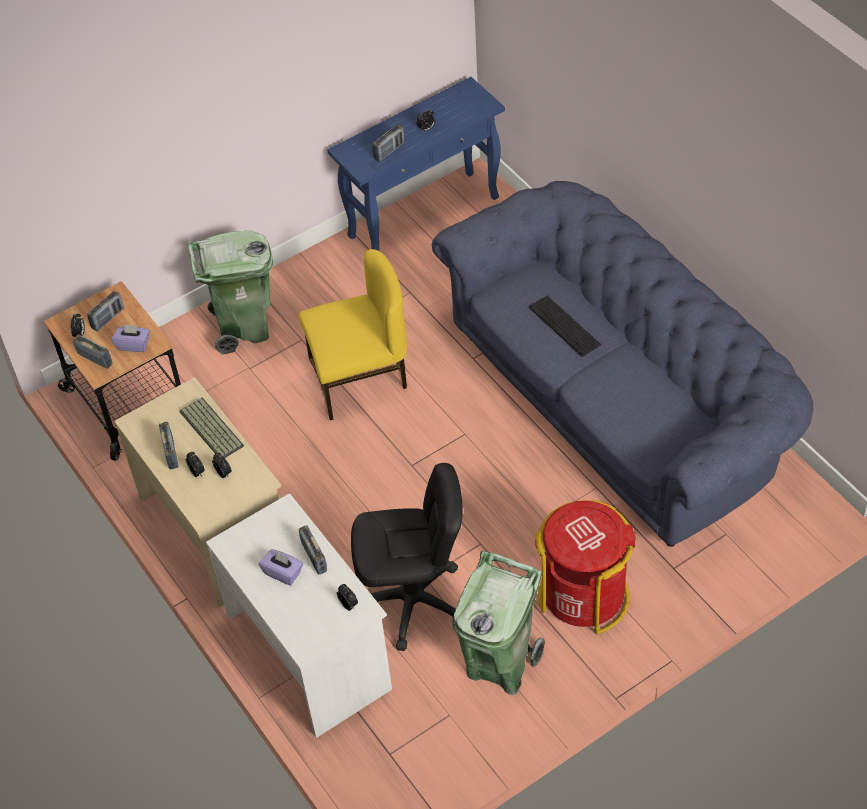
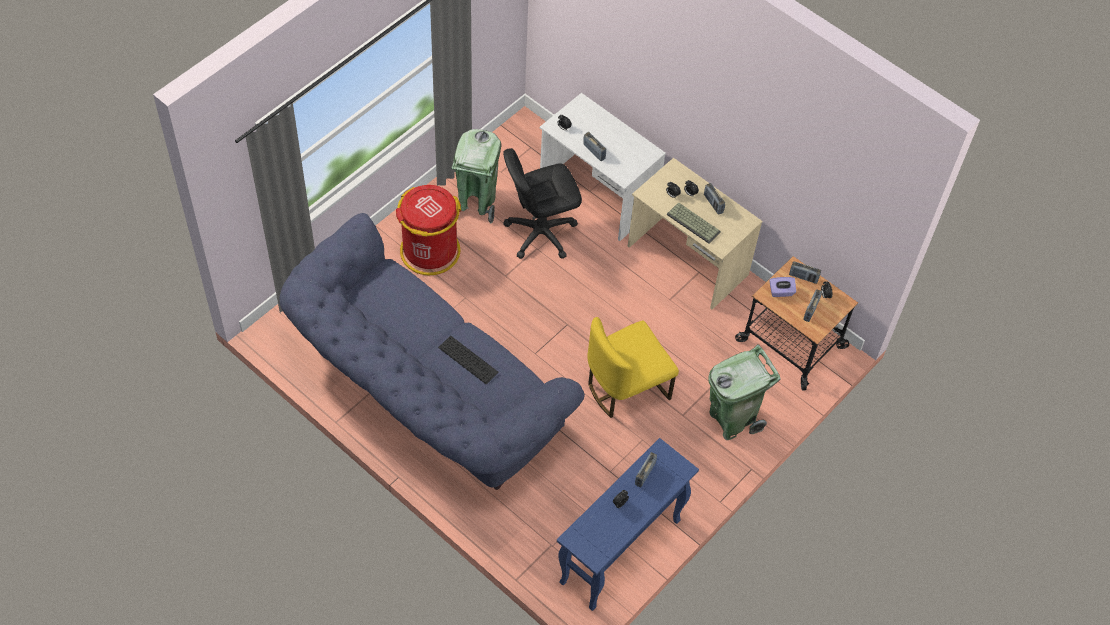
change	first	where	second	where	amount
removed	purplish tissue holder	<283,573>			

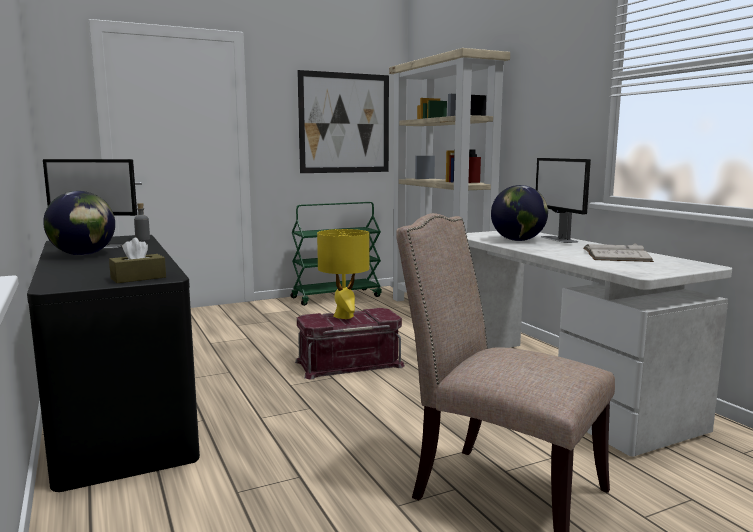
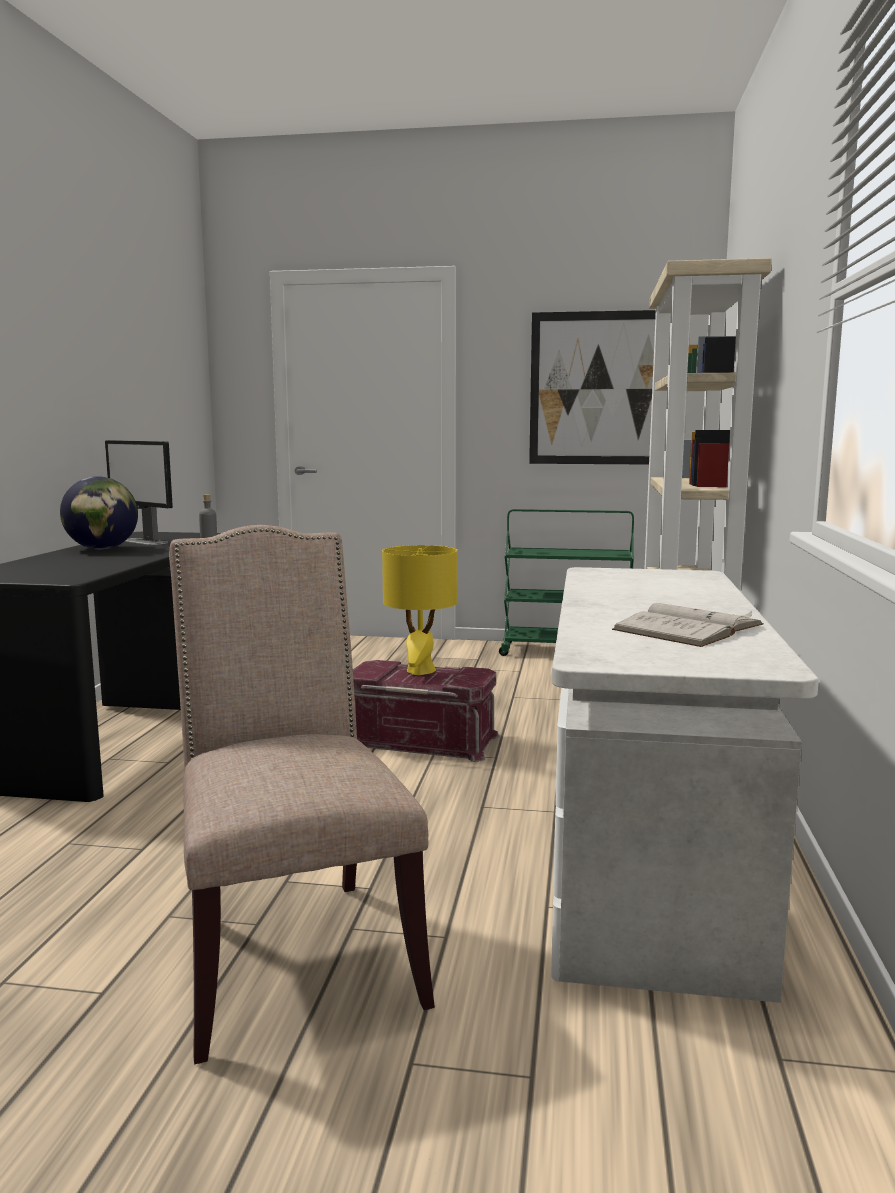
change	first	where	second	where	amount
removed	brownish tissue holder	<138,278>			
removed	desk globe	<518,240>			
removed	monitor	<559,239>			

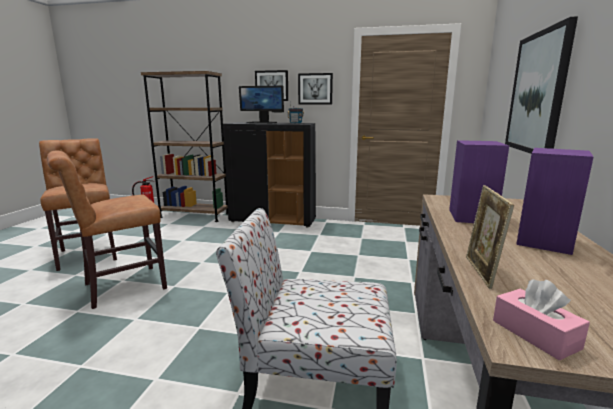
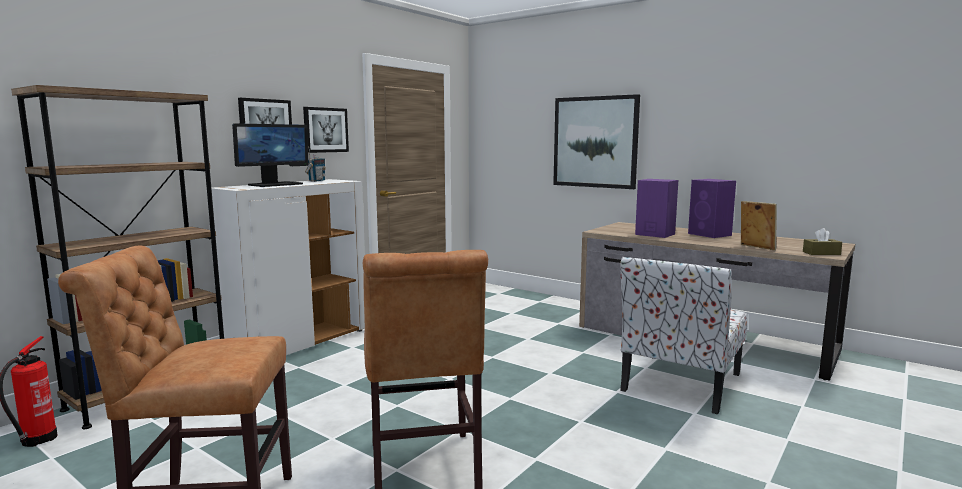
change	first	where	second	where	amount
recoloured	black cabinet	<273,220>	white-coloured cabinet	<299,343>	
turned	standing frame	<481,272>		<756,247>	150 degrees counterclockwise
recoloured	pink tissue holder	<535,334>	brownish tissue holder	<821,253>	

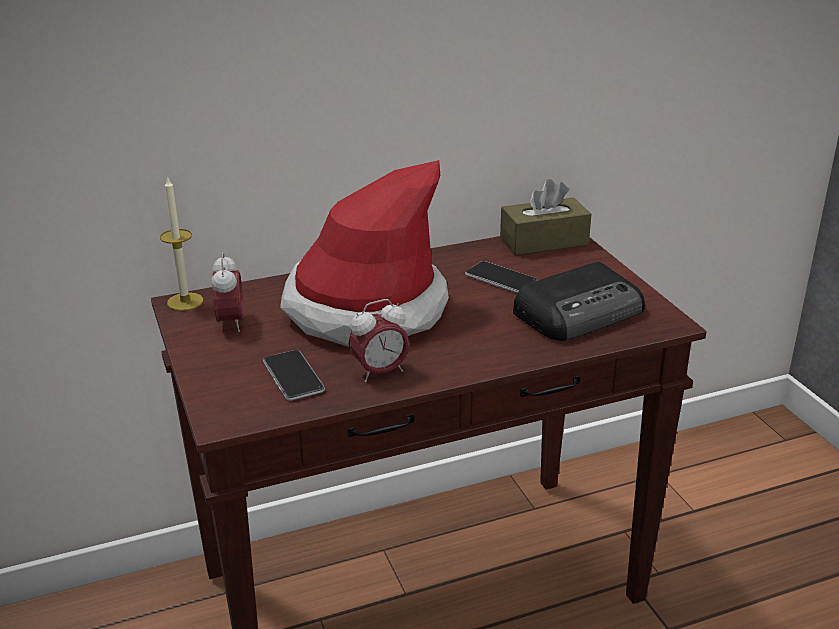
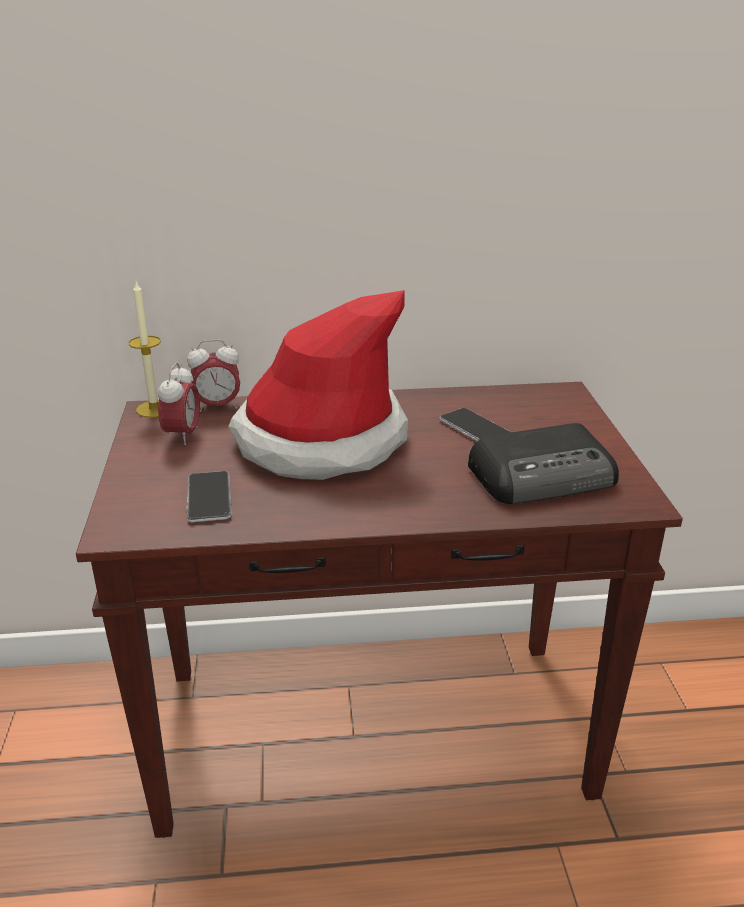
change	first	where	second	where	amount
moved	bedside clock	<380,372>		<217,406>	
removed	brownish tissue holder	<544,241>			

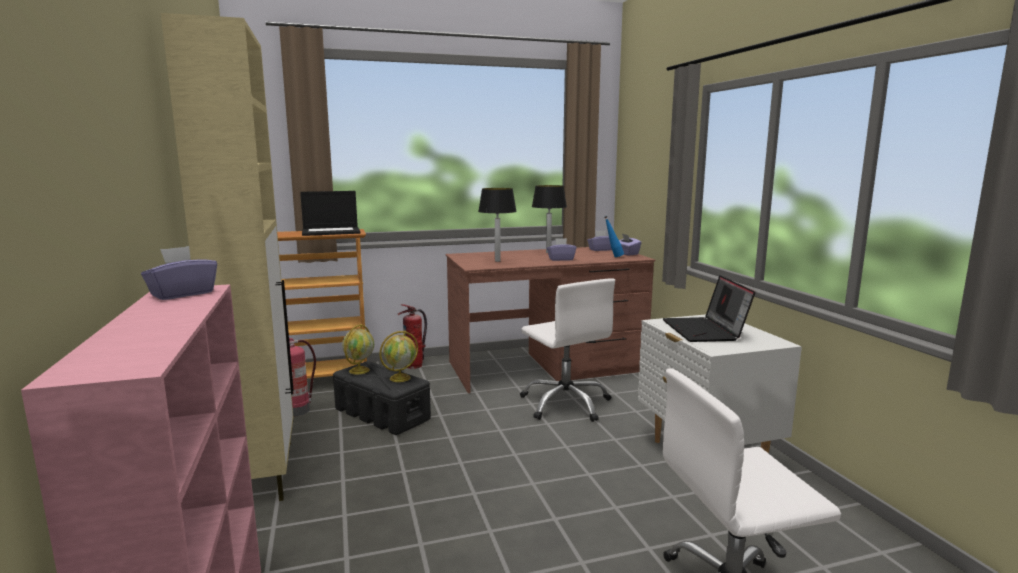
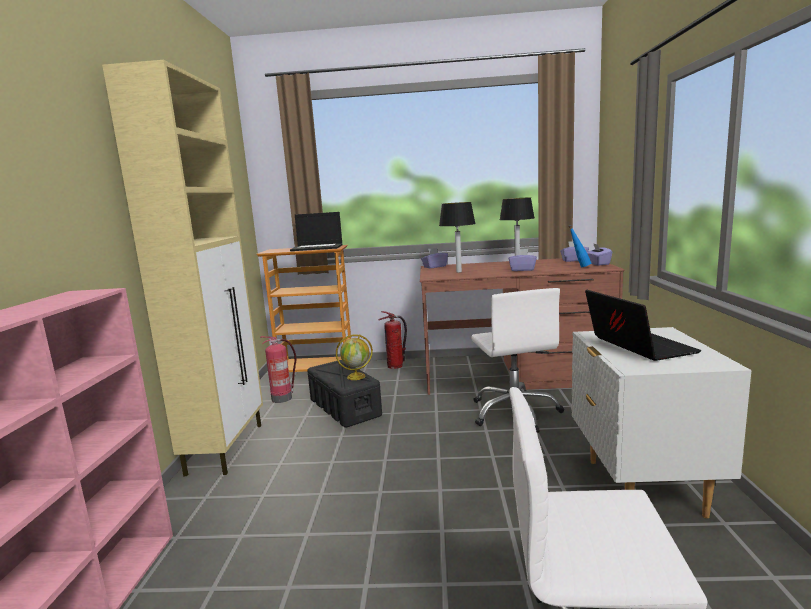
change	first	where	second	where	amount
moved	purplish tissue holder	<182,294>		<434,267>	
removed	desk globe	<359,370>			
turned	portable computer	<705,331>		<637,346>	150 degrees clockwise

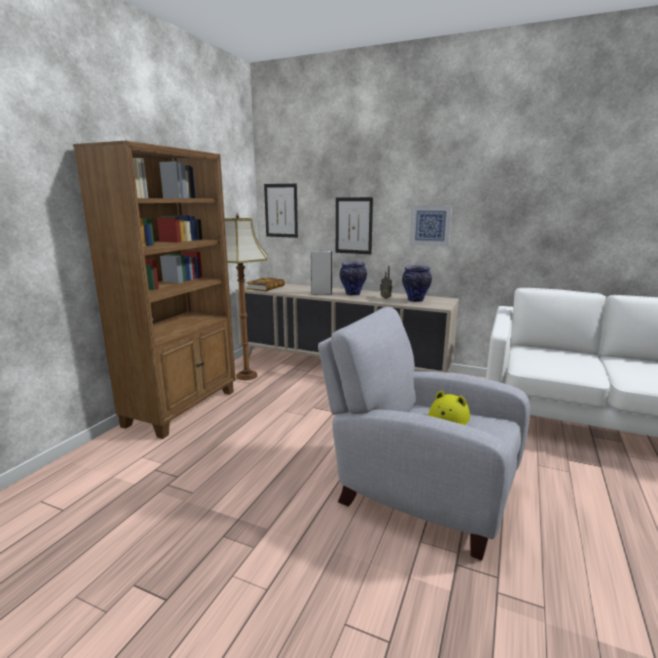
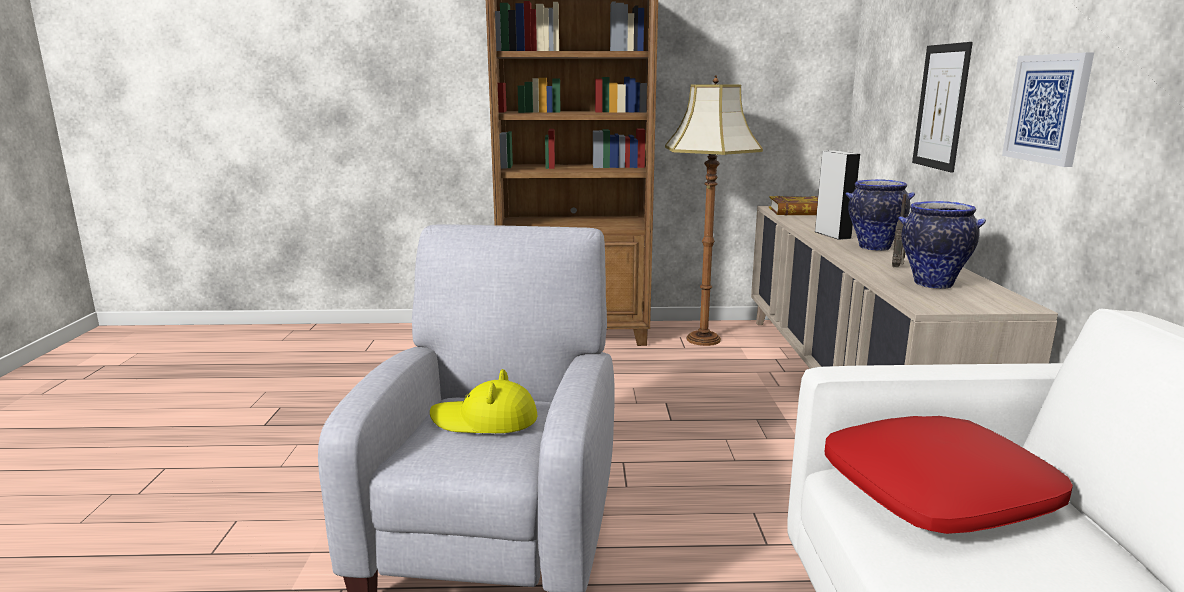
change	first	where	second	where	amount
removed	picture	<281,210>			
added			red throw pillow	<936,491>	

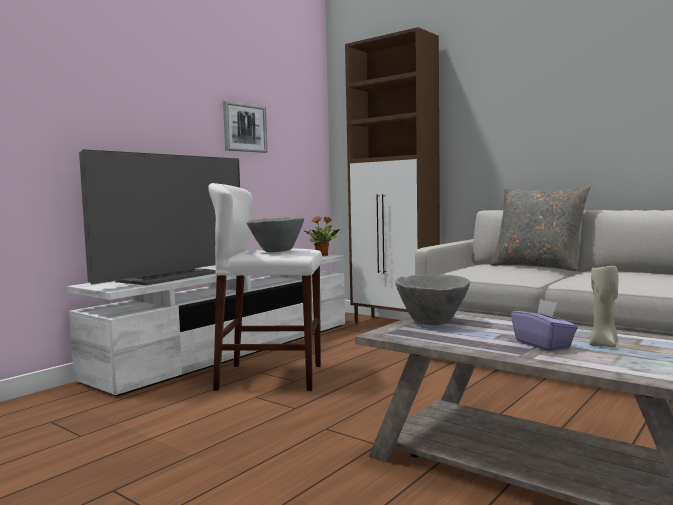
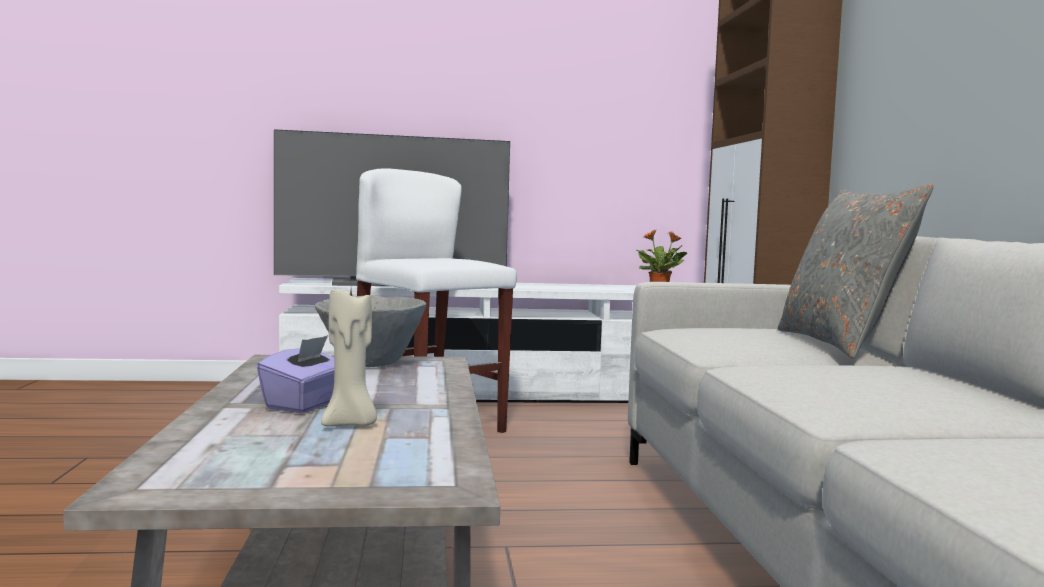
change	first	where	second	where	amount
removed	picture	<244,128>			
removed	grey deep dish	<276,251>			

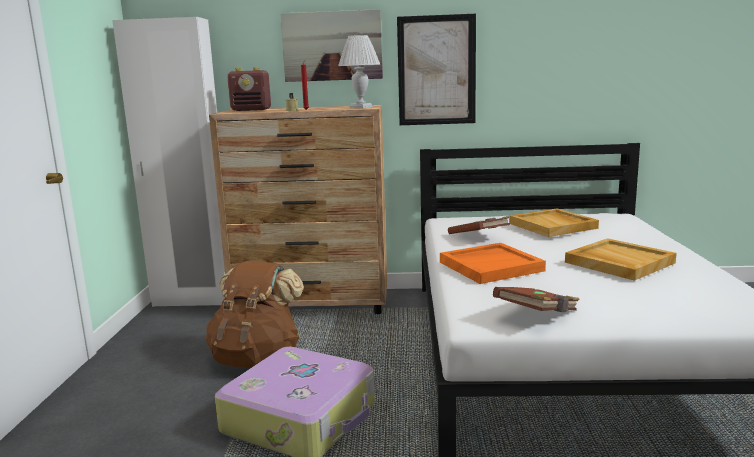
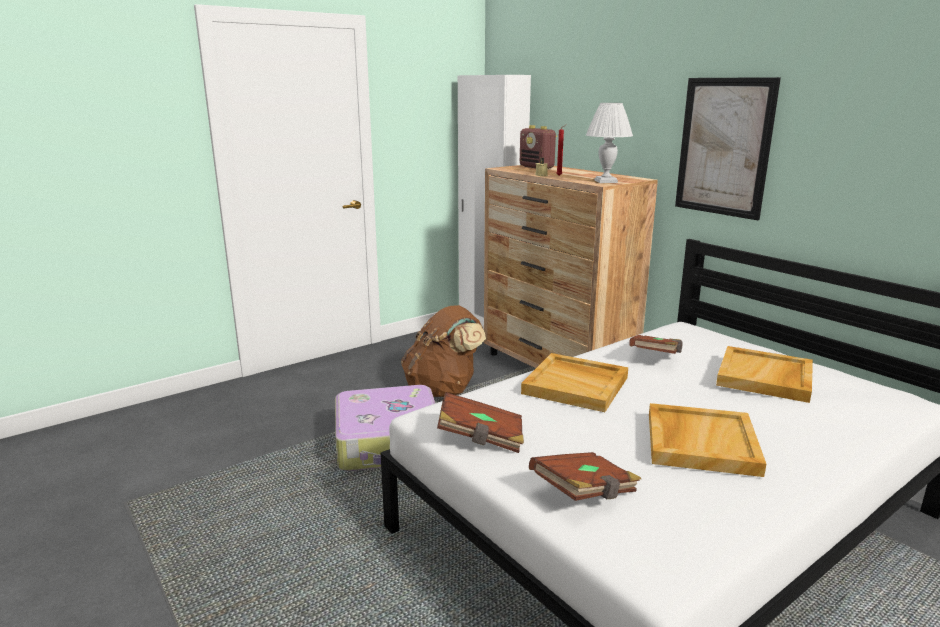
change	first	where	second	where	amount
removed	picture	<332,46>			
recoloured	orange serving tray	<491,266>	sand-coloured serving tray	<576,385>	
added			brownish book	<585,493>	

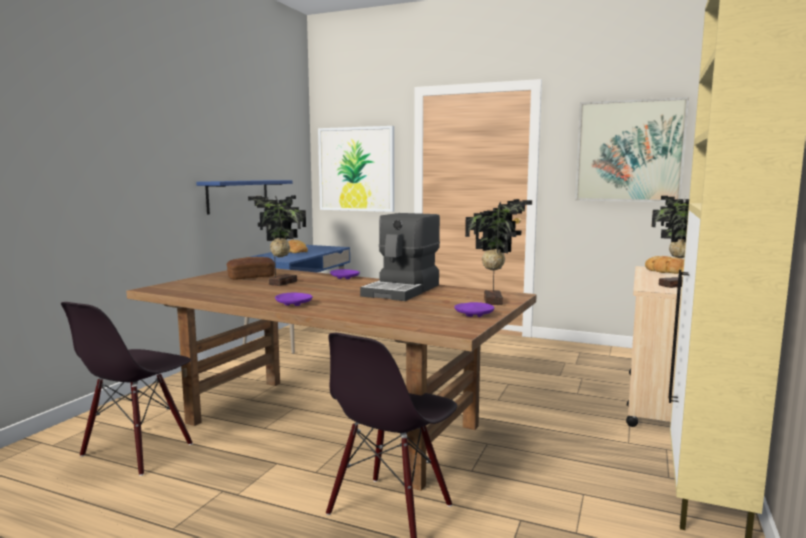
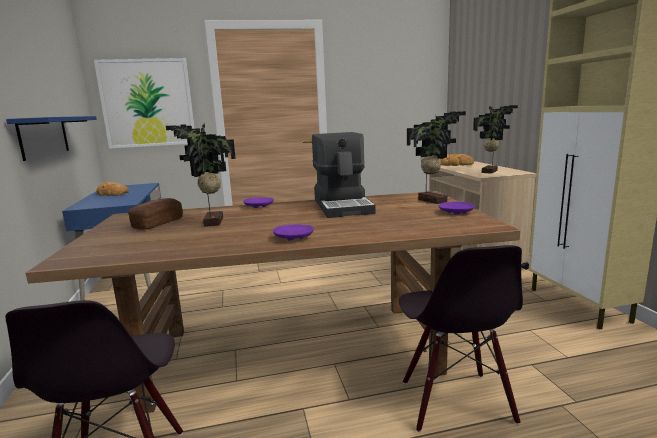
change	first	where	second	where	amount
removed	picture	<629,151>			

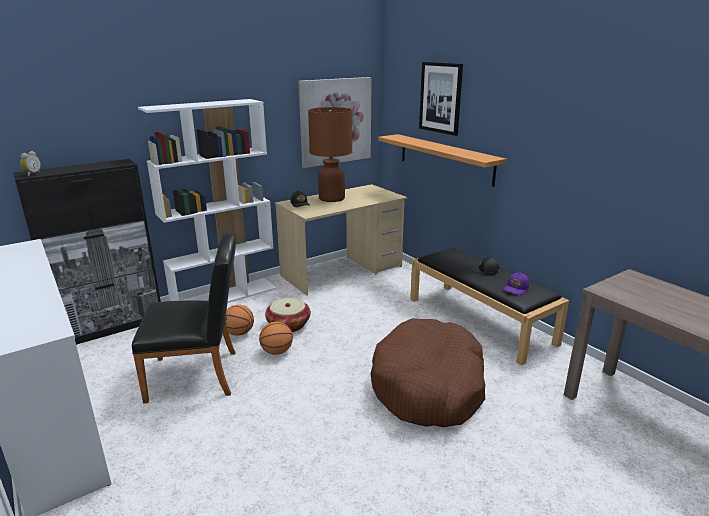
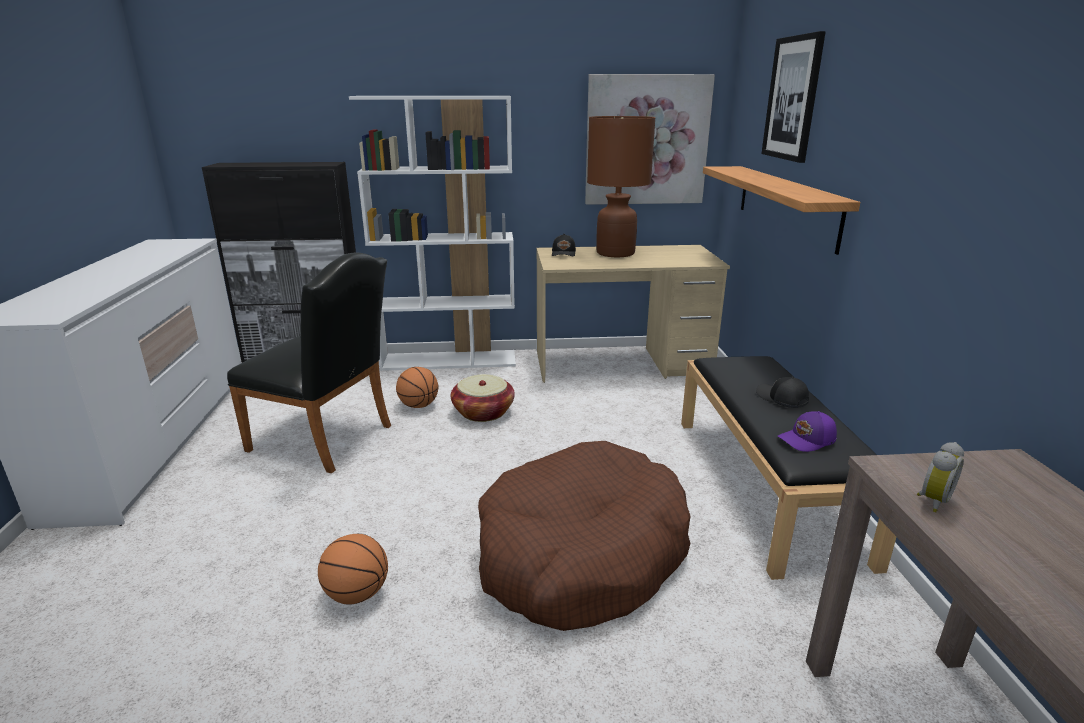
change	first	where	second	where	amount
moved	bedside clock	<32,174>		<931,500>	
moved	ball for basketball	<277,352>		<357,594>	

